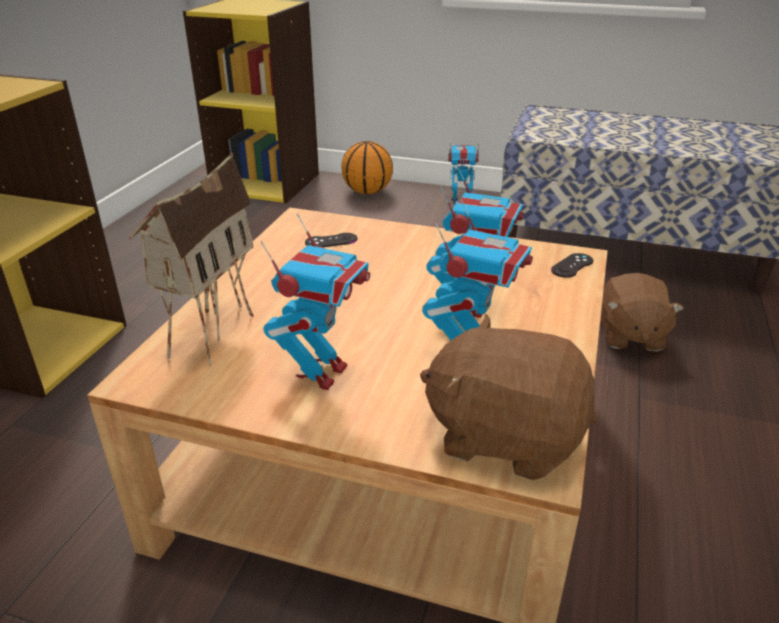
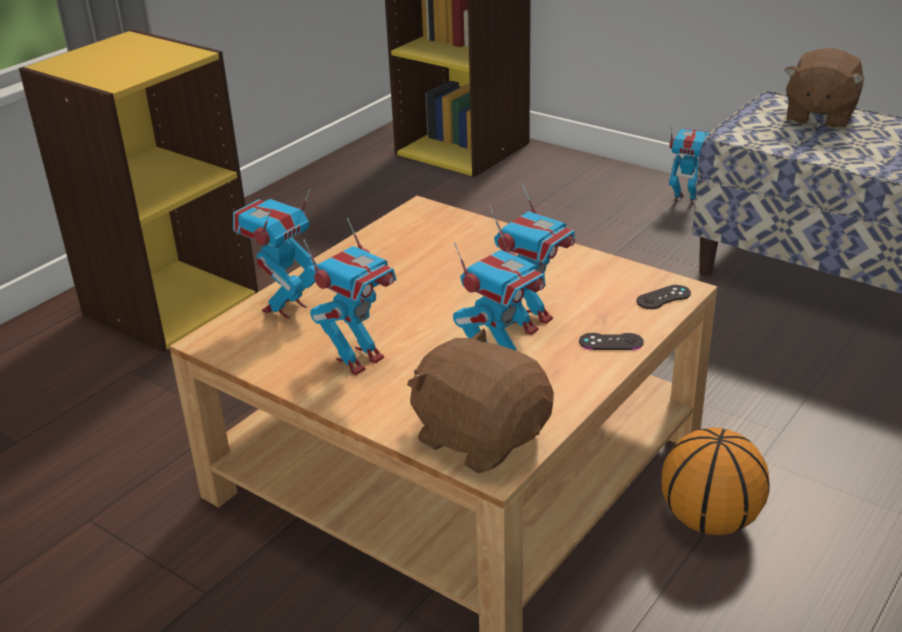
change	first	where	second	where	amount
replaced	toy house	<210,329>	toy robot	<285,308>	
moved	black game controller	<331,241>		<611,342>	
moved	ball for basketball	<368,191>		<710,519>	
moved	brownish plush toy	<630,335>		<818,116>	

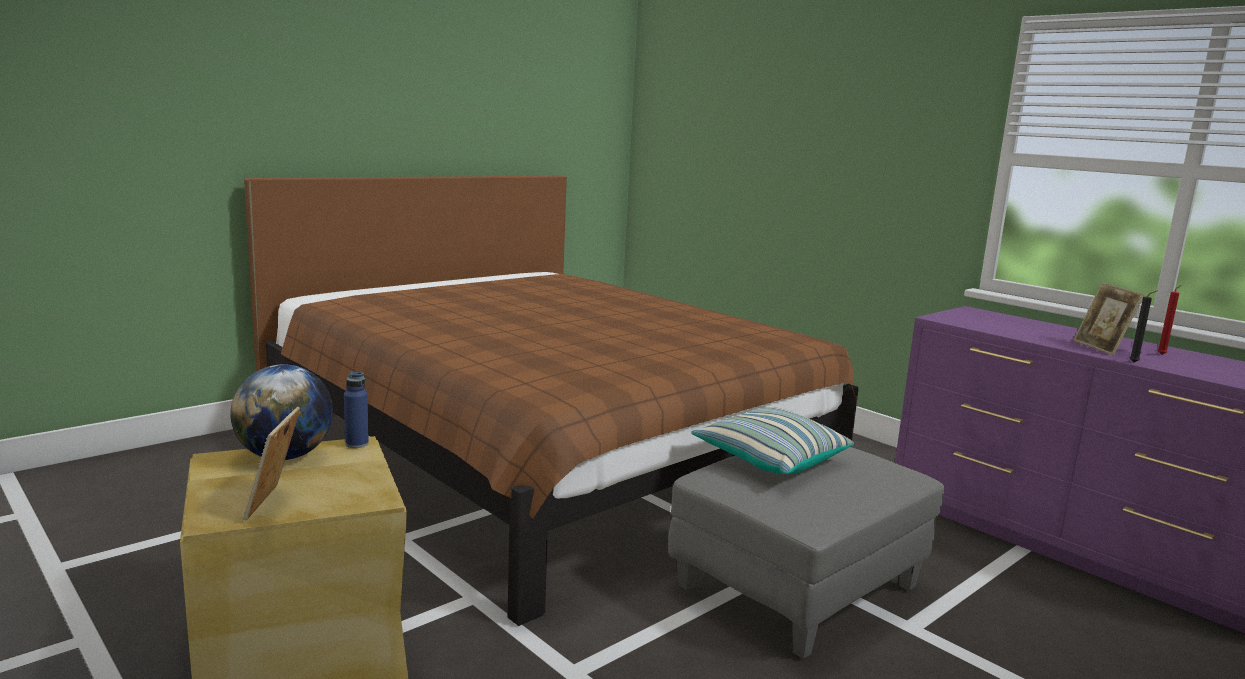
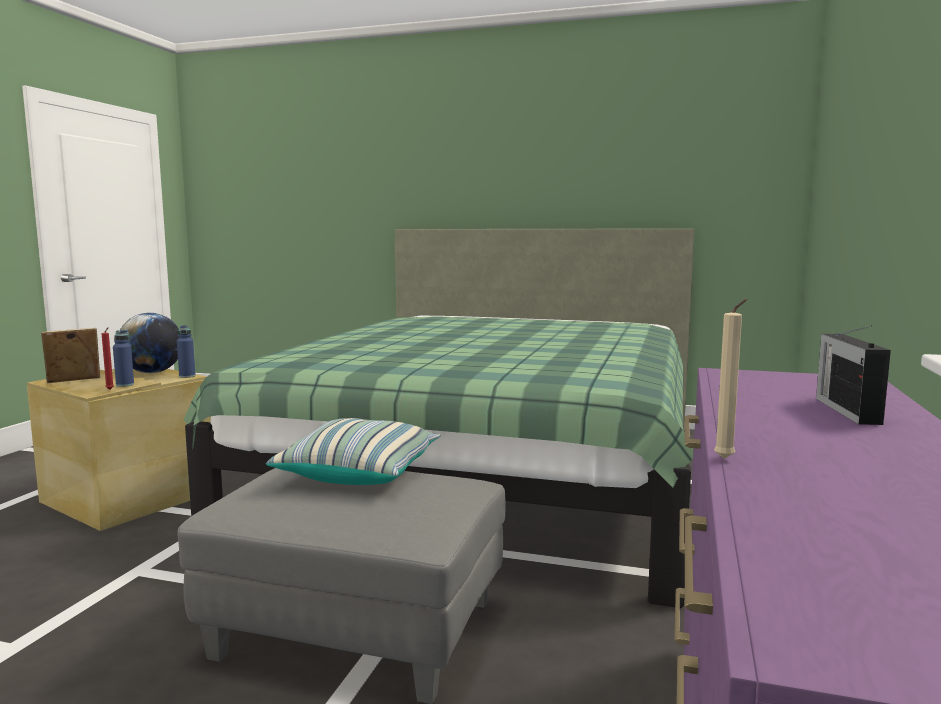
change	first	where	second	where	amount
recoloured	brownish sleeping bed	<542,455>	greenish sleeping bed	<488,473>	
removed	standing frame	<1101,348>			
recoloured	black wax light	<1135,362>	sand-coloured wax light	<726,460>	
moved	red wax light	<1162,354>		<110,390>	
added			blue drink bottle	<125,385>	
added			radio set	<846,410>	

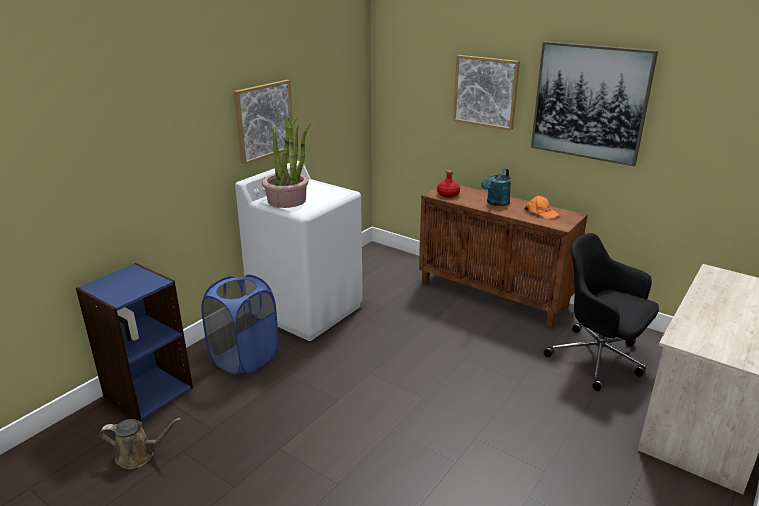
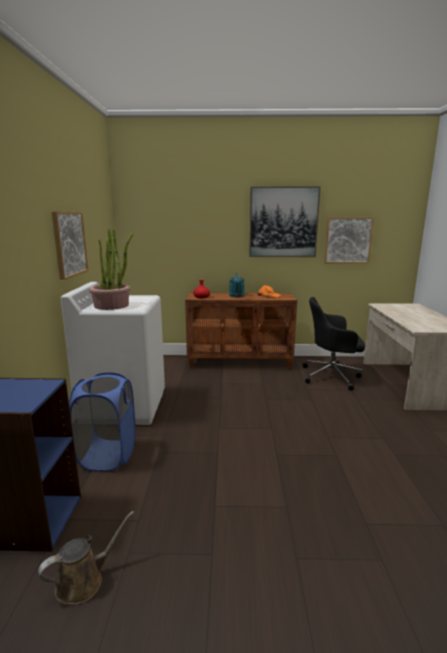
change	first	where	second	where	amount
moved	picture	<485,92>		<348,240>	

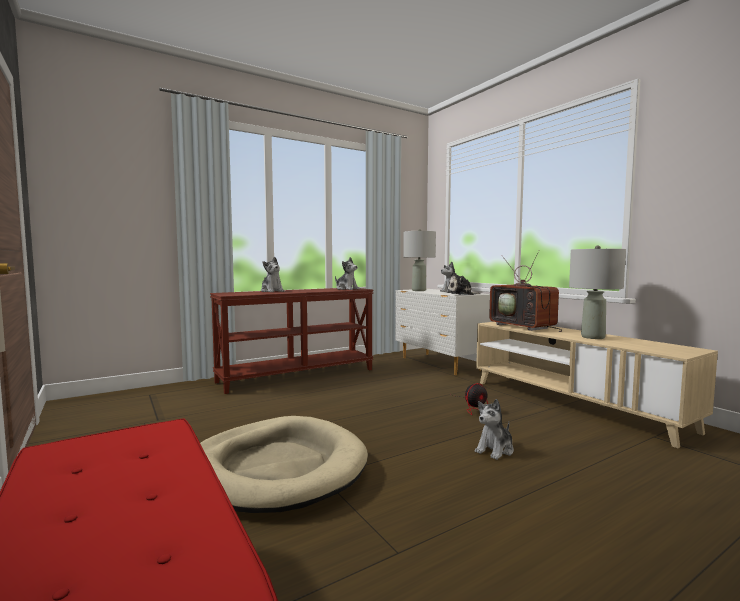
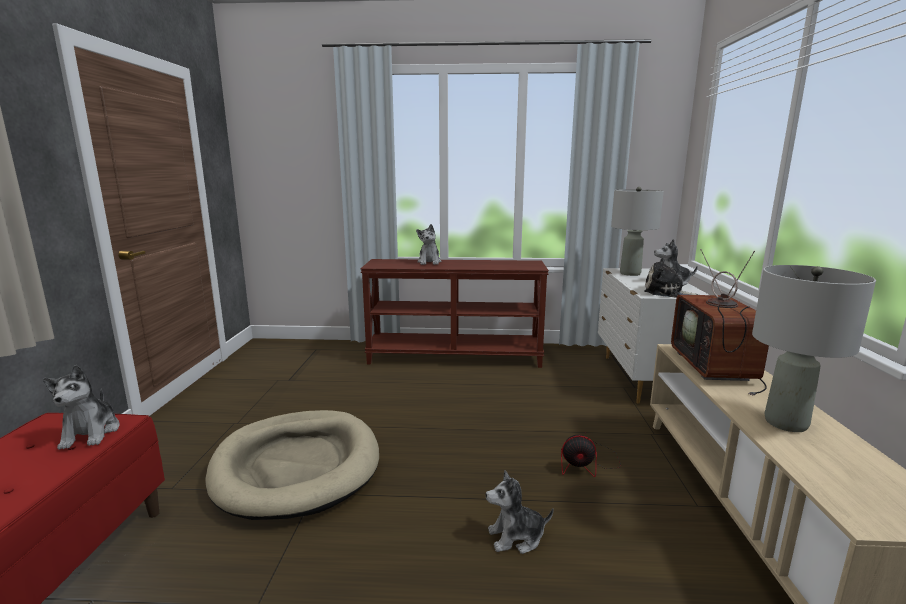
change	first	where	second	where	amount
moved	plush toy	<347,289>		<91,433>	

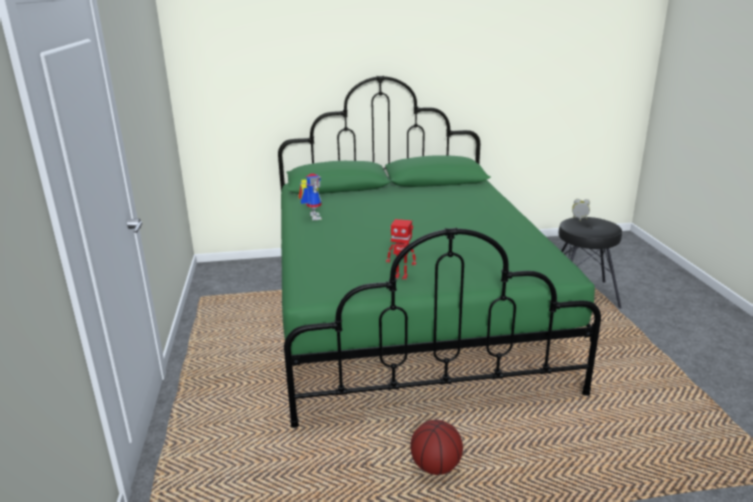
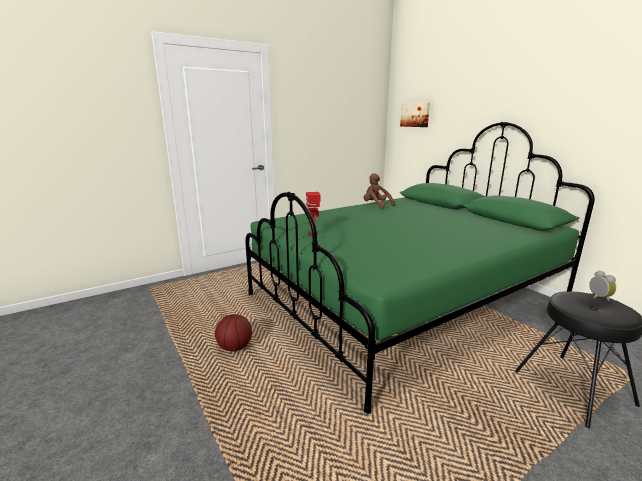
change	first	where	second	where	amount
replaced	toy robot	<311,217>	brownish plush toy	<376,205>	
added			picture	<415,115>	

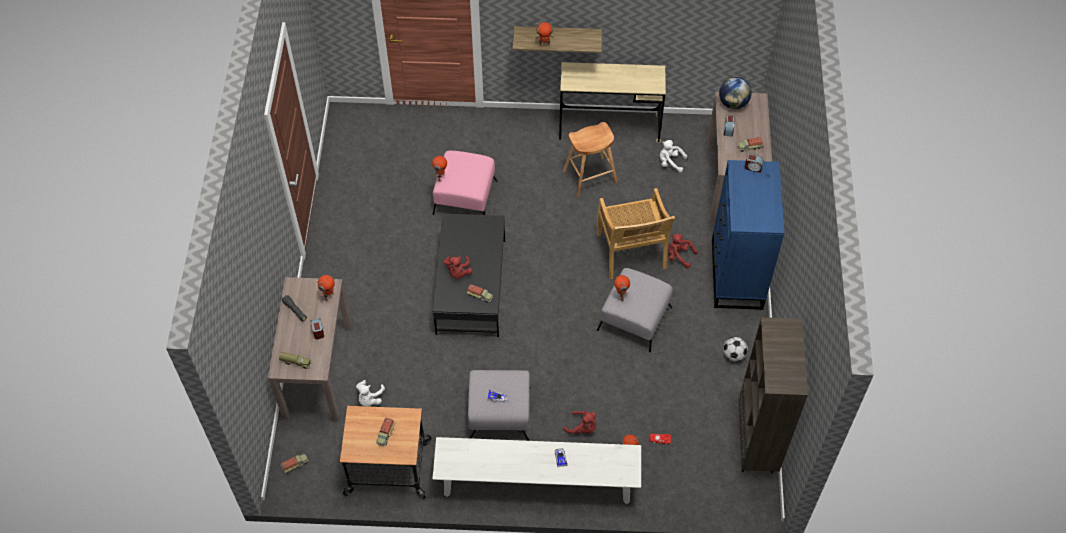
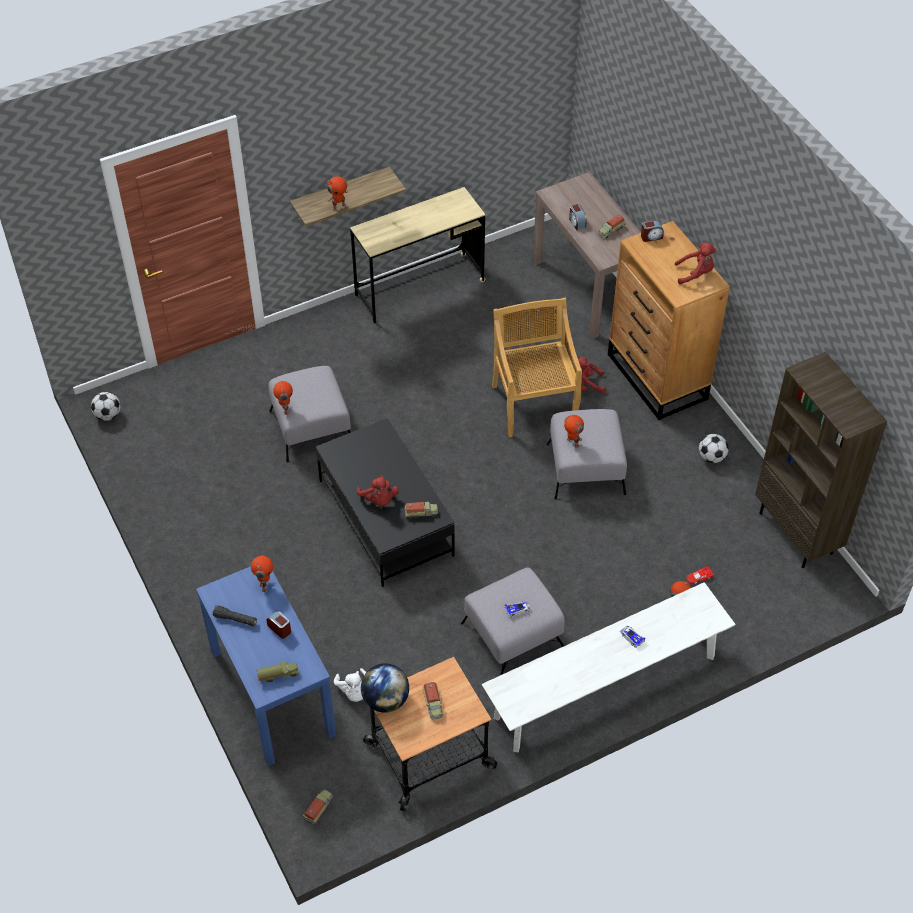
change	first	where	second	where	amount
recoloured	brownish console table	<317,370>	blue console table	<271,691>	
recoloured	pink footrest	<465,197>	grey footrest	<311,427>	
removed	brownish sitting stool	<590,177>			
moved	red plush toy	<582,428>		<695,274>	
turned	sand-coloured upright chair	<631,252>		<534,404>	150 degrees counterclockwise
removed	white-coloured plush toy	<670,162>			
recoloured	blue drawer chest	<736,275>	brownish drawer chest	<657,377>	
moved	desk globe	<733,103>		<386,699>	
added			football	<108,415>	

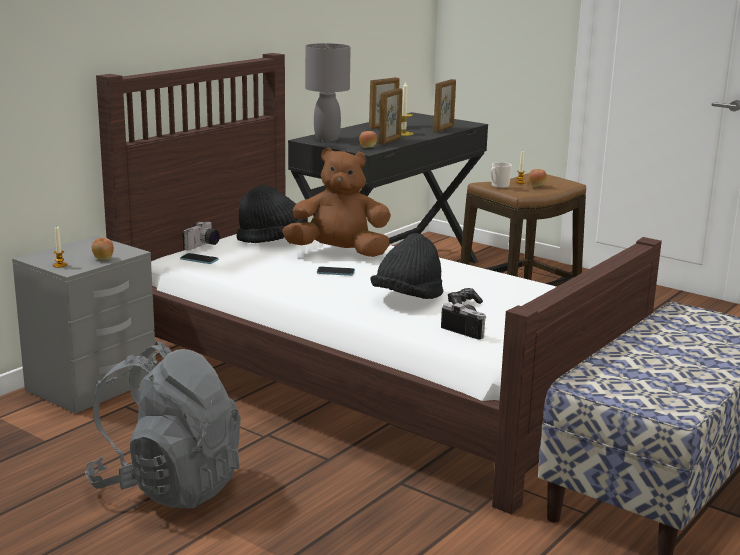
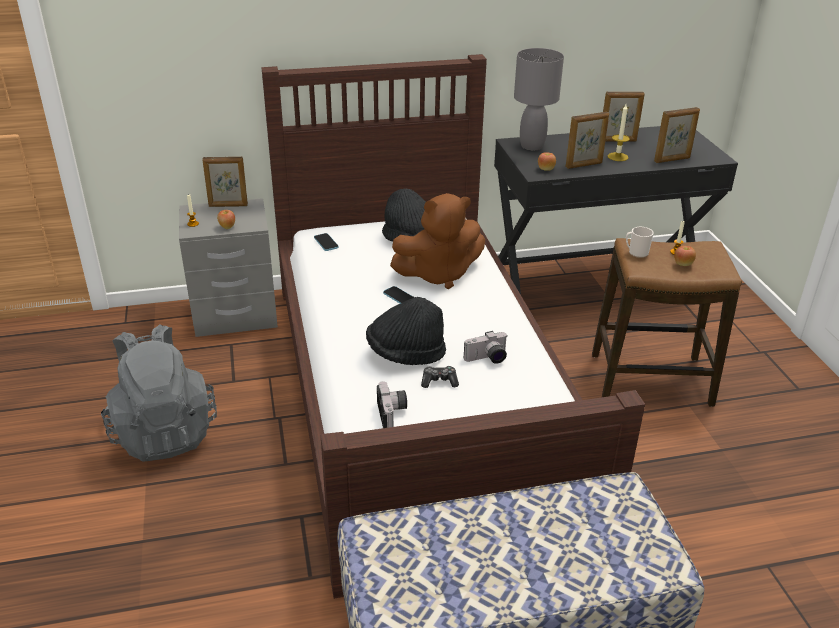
change	first	where	second	where	amount
moved	photo camera	<203,246>		<487,359>	
turned	brownish plush toy	<339,253>		<438,274>	120 degrees clockwise
added			standing frame	<228,205>	

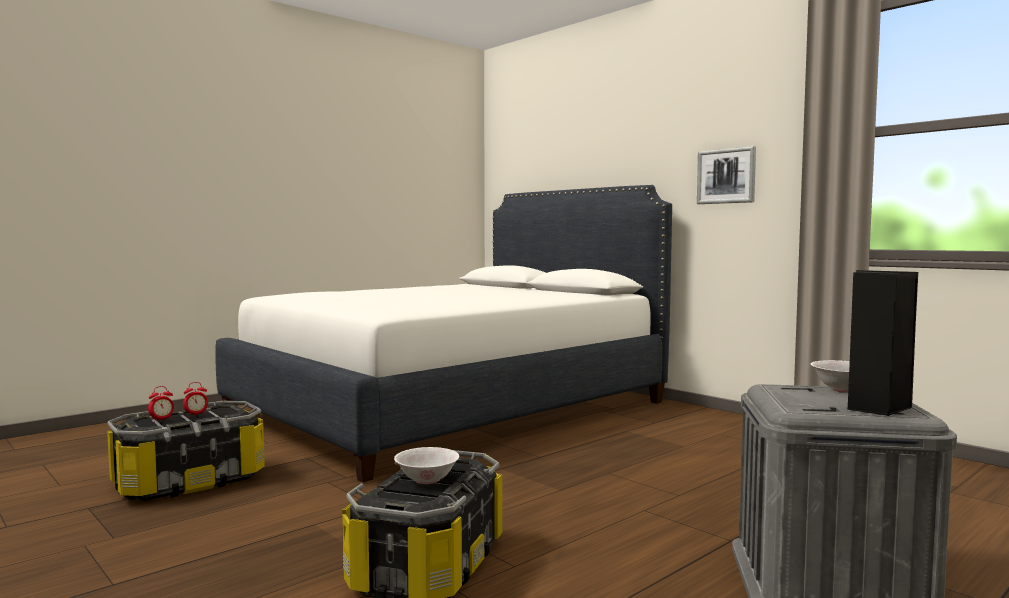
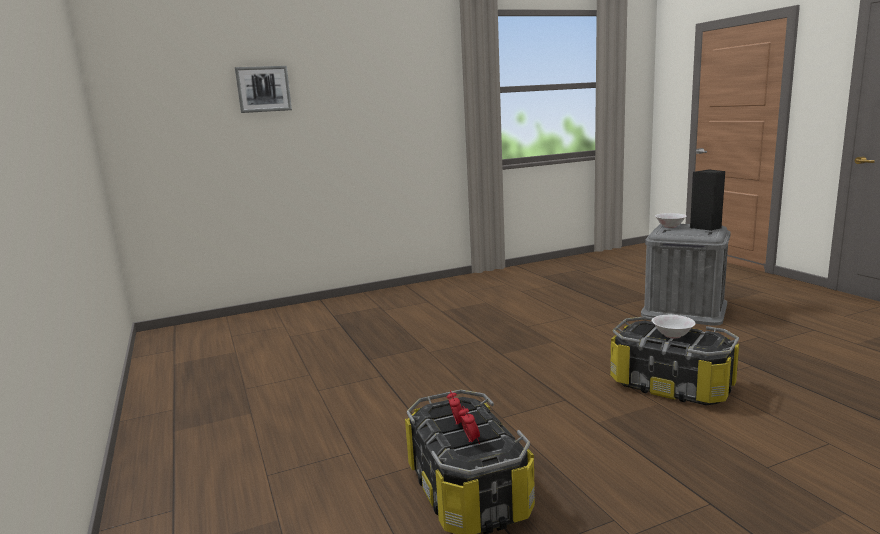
change	first	where	second	where	amount
removed	white-coloured sleeping bed	<453,408>			
moved	picture	<726,176>		<263,89>	

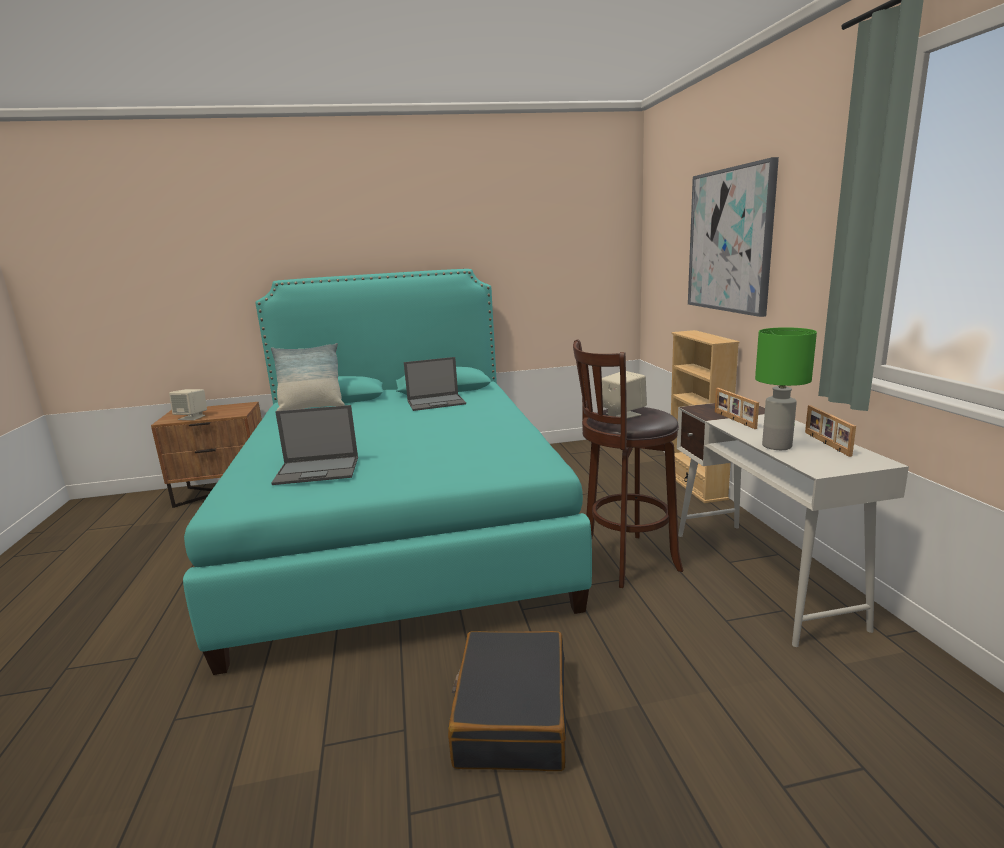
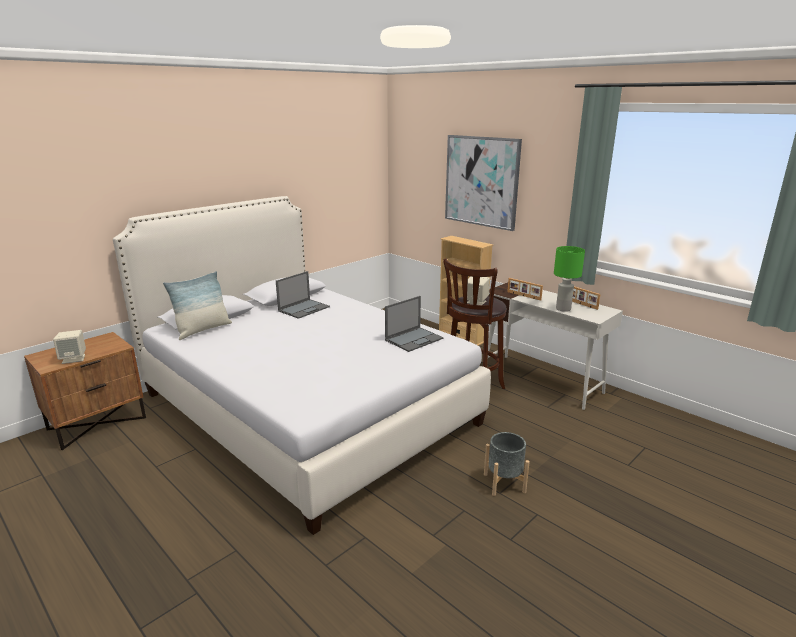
change	first	where	second	where	amount
recoloured	blue-green sleeping bed	<400,526>	white-coloured sleeping bed	<306,408>	
moved	portable computer	<318,470>		<414,339>	
replaced	black piece of luggage	<511,714>	grey flower pot	<504,483>	

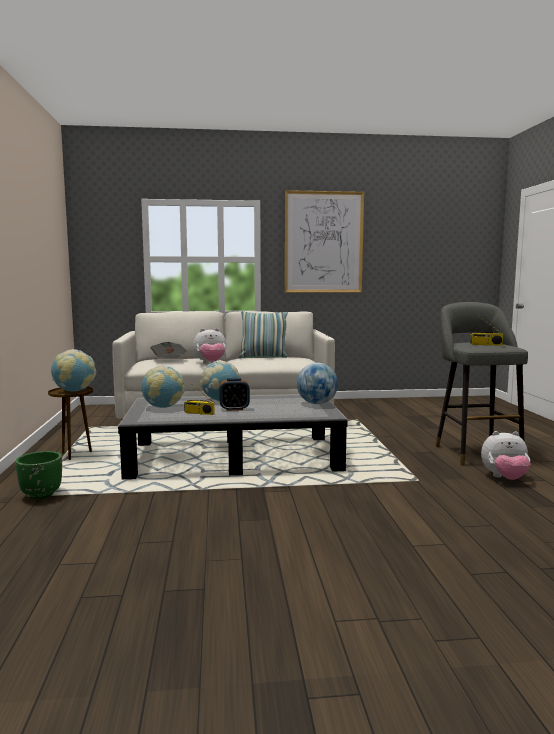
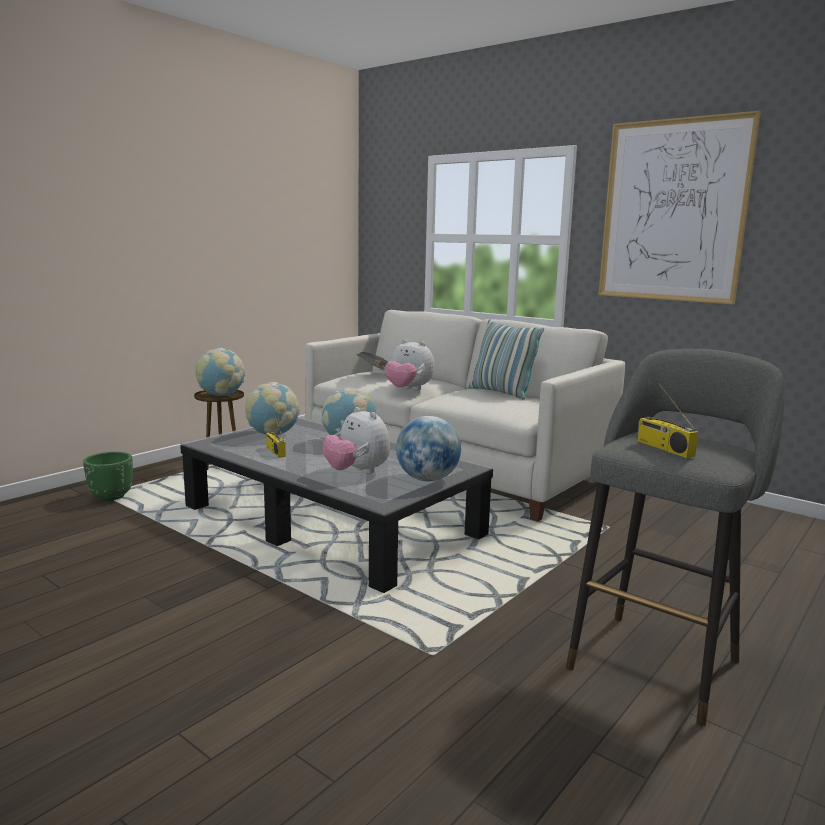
change	first	where	second	where	amount
removed	bedside clock	<234,409>			
moved	plush toy	<505,478>		<357,472>	

